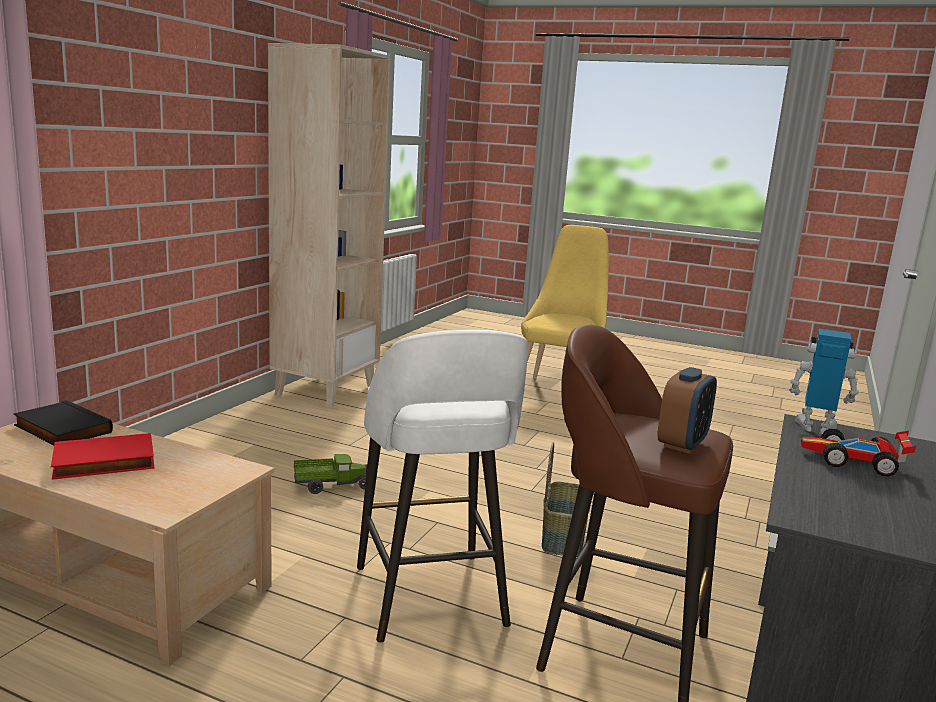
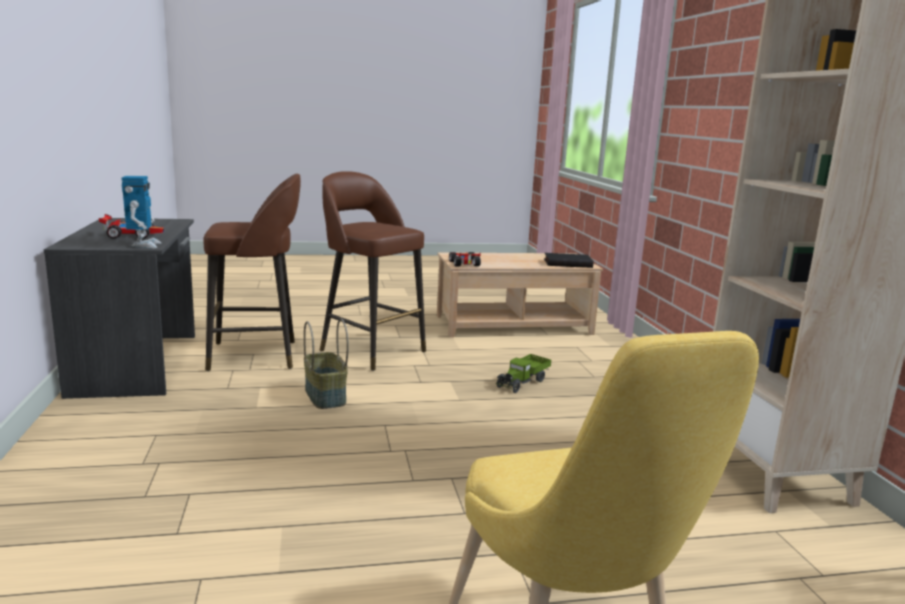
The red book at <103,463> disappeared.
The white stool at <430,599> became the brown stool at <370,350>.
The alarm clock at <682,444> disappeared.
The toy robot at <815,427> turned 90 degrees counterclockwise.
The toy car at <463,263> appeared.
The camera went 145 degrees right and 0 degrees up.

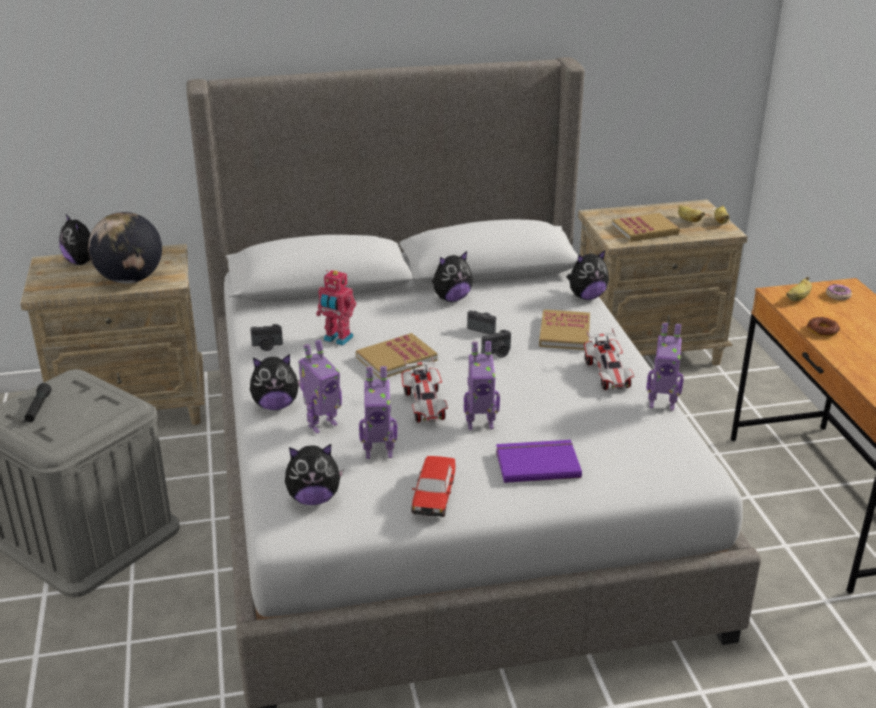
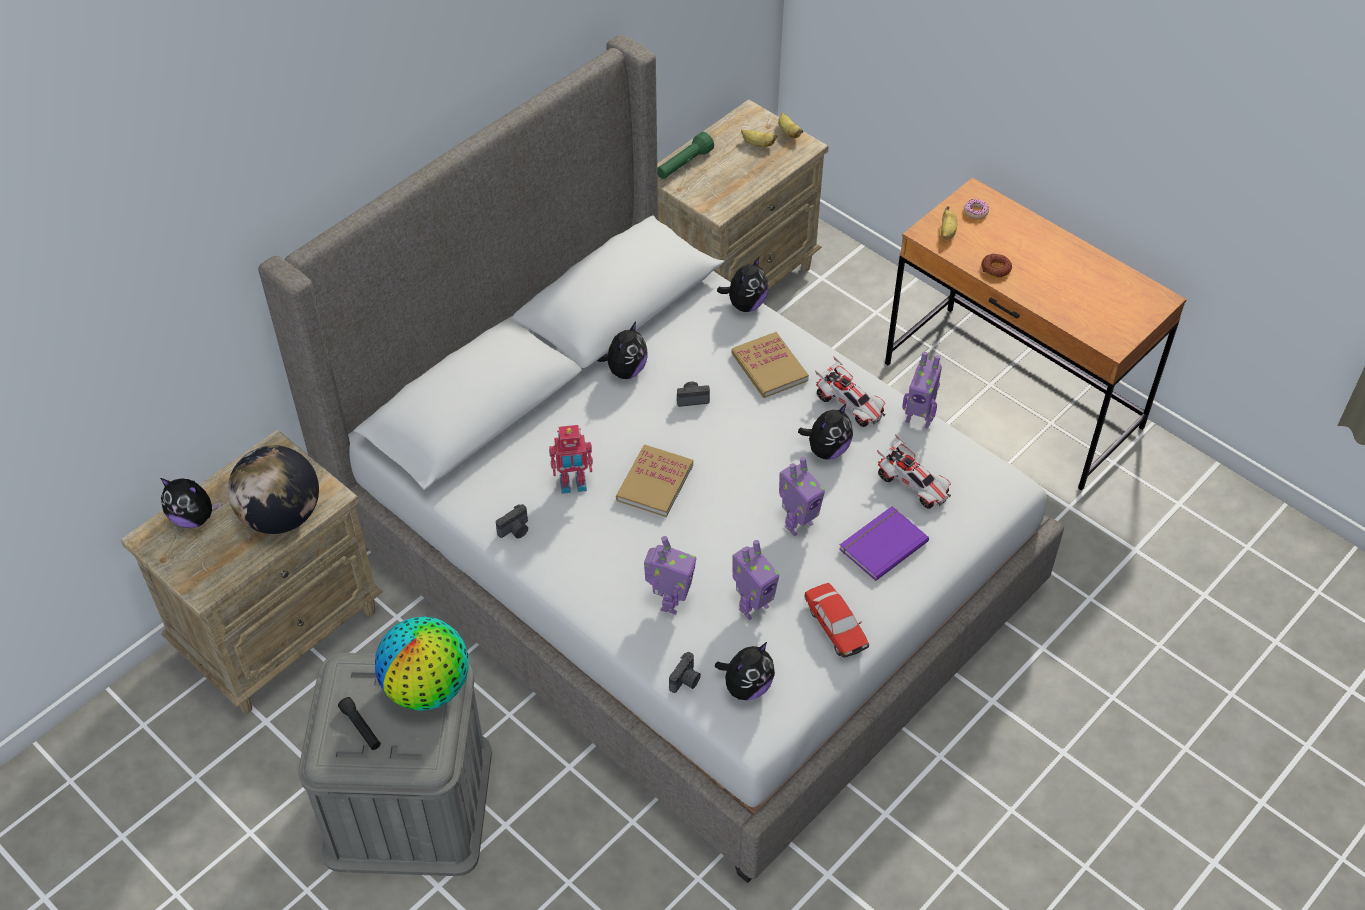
The plush toy moved from <276,405> to <826,450>.
The toy car moved from <425,405> to <913,484>.
The photo camera moved from <498,353> to <686,680>.
The book at <645,230> disappeared.
The toy robot at <661,404> turned 45 degrees clockwise.
The globe at <428,688> appeared.
The green flashlight at <684,164> appeared.
The camera went 35 degrees left and 20 degrees up.

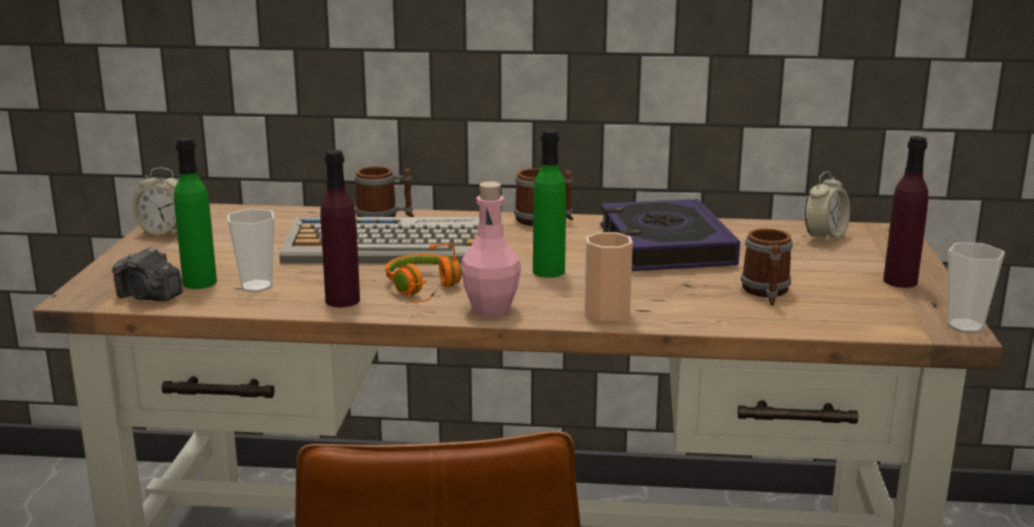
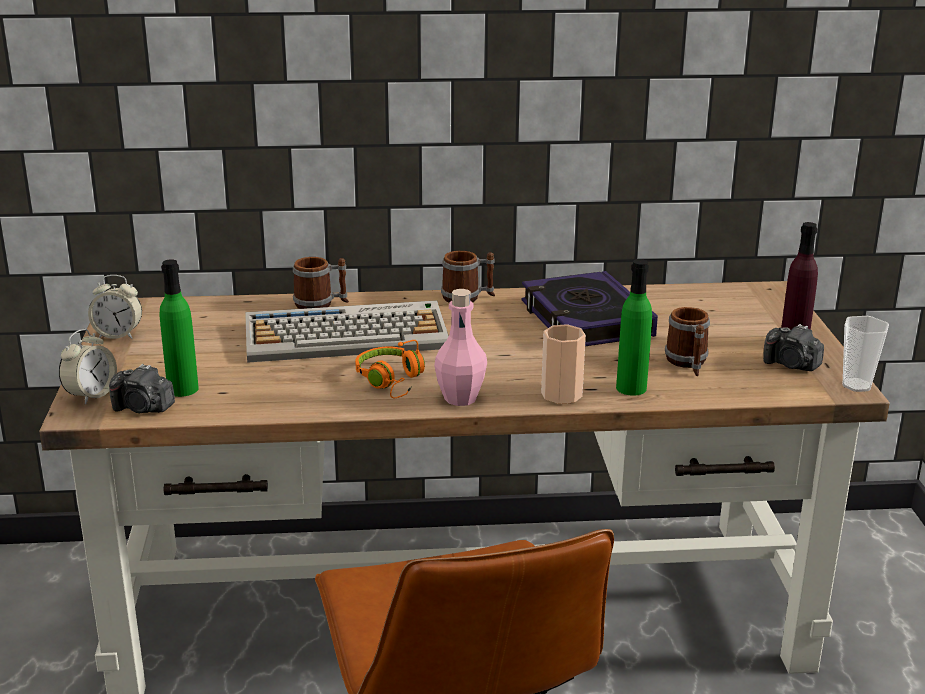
The cup at <256,286> disappeared.
The purple bottle at <342,300> disappeared.
The green bottle moved from <548,271> to <631,388>.
The alarm clock moved from <825,237> to <91,395>.
The photo camera at <791,365> appeared.
The camera went 10 degrees left and 5 degrees up.

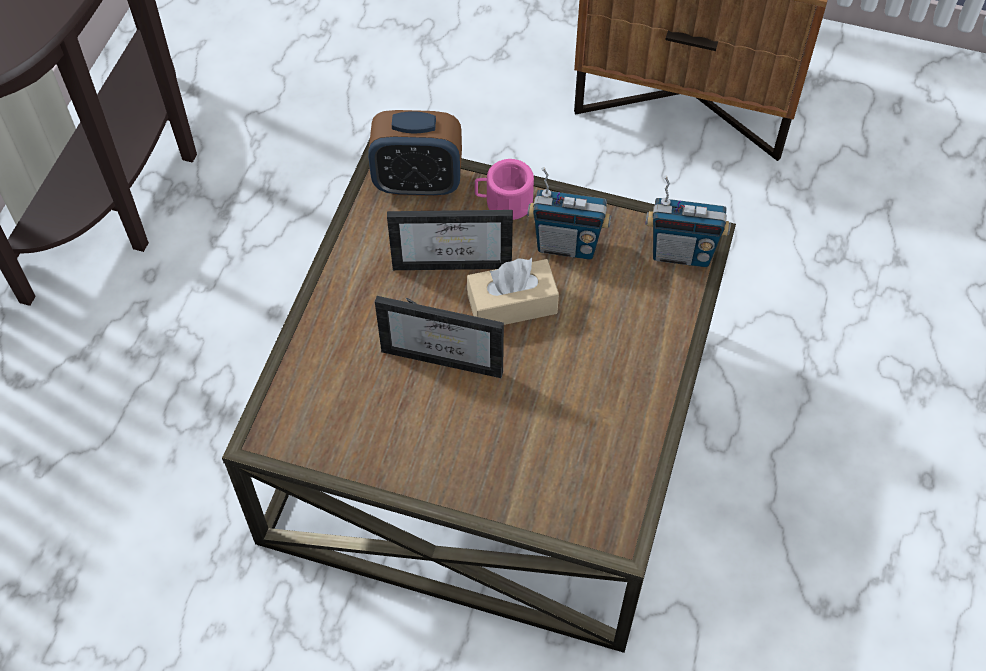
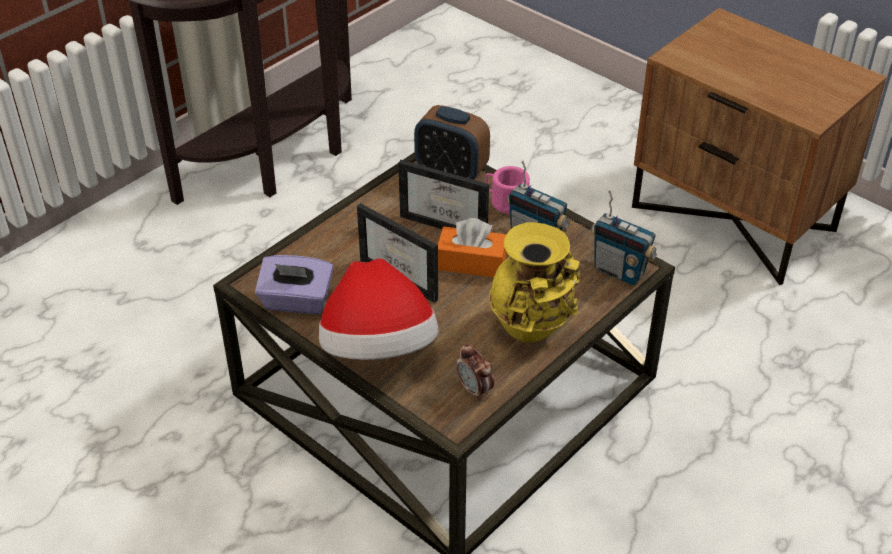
The beige tissue box at <512,304> became the orange tissue box at <471,263>.
The purple tissue box at <296,301> appeared.
The hat at <379,349> appeared.
The alarm clock at <474,390> appeared.
The yellow vase at <533,329> appeared.
The camera went 25 degrees right and 15 degrees down.

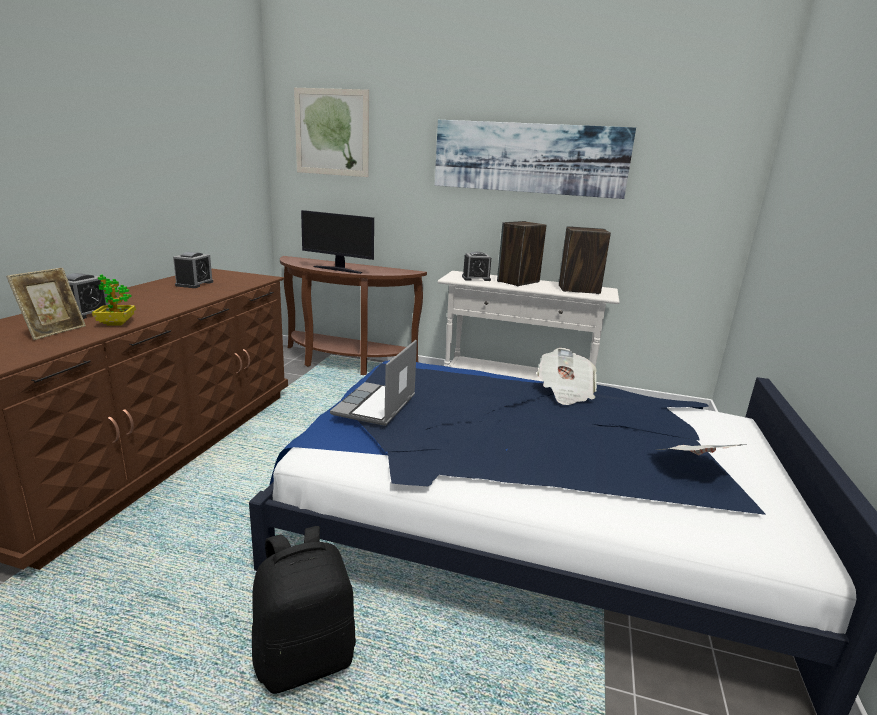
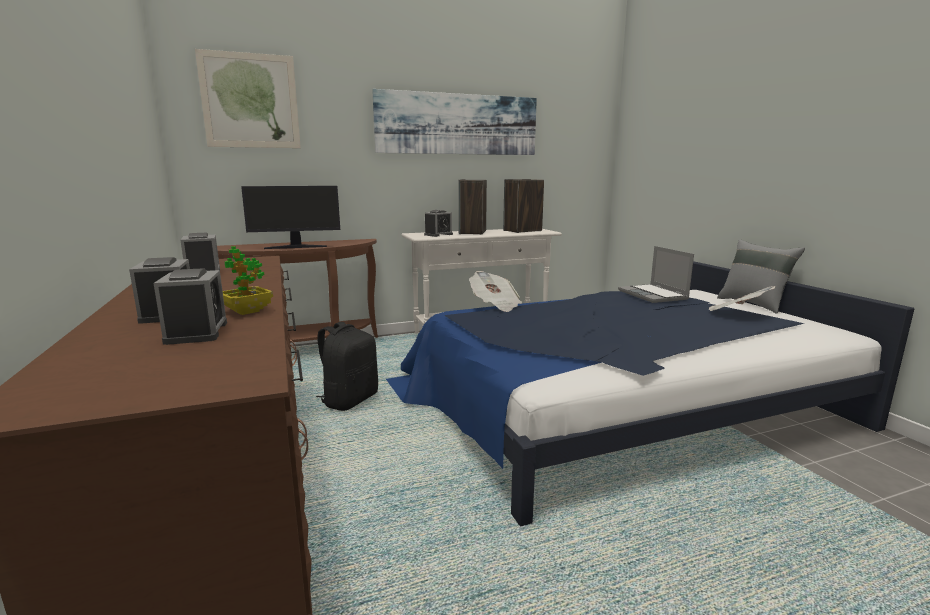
The picture frame at <54,331> was replaced by the alarm clock at <197,332>.
The black backpack moved from <305,658> to <349,400>.
The laptop moved from <375,406> to <653,295>.
The newspaper moved from <565,392> to <495,305>.
The grey pillow at <753,304> appeared.
The camera went 35 degrees left and 5 degrees down.

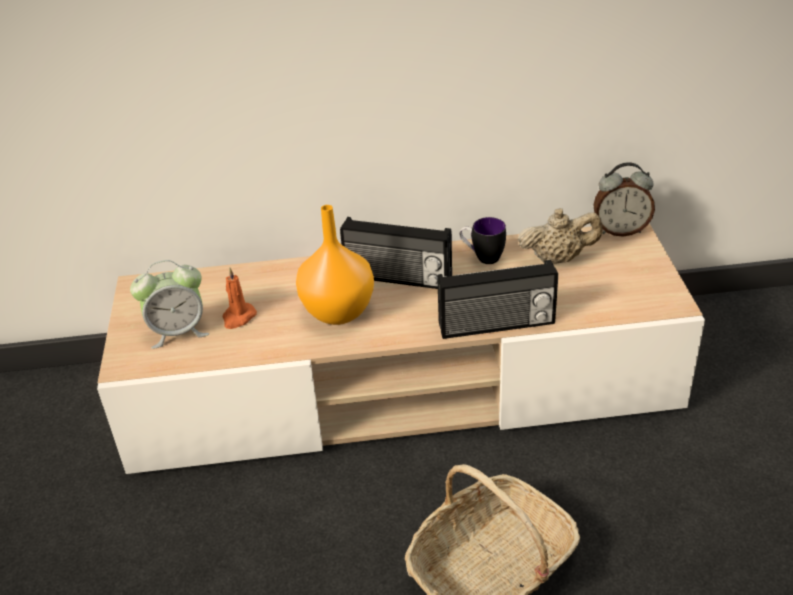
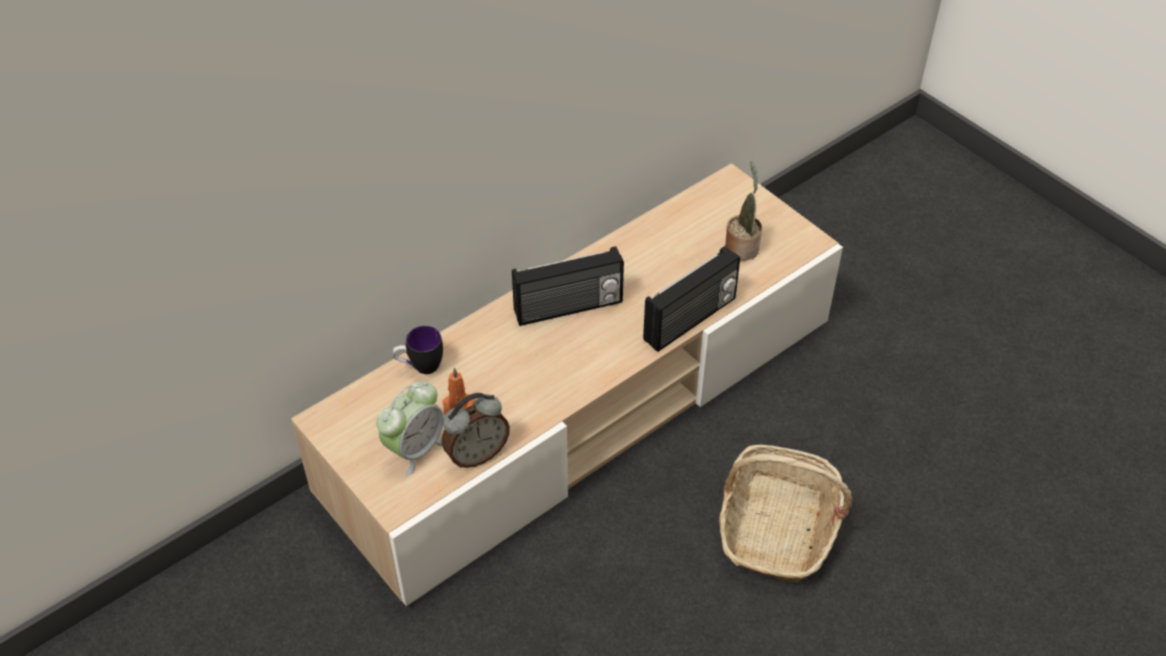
The orange vase at <339,311> disappeared.
The mug moved from <482,257> to <420,367>.
The beige teapot at <558,259> disappeared.
The alarm clock moved from <620,230> to <476,454>.
The potted plant at <742,246> appeared.
The camera went 35 degrees left and 10 degrees up.

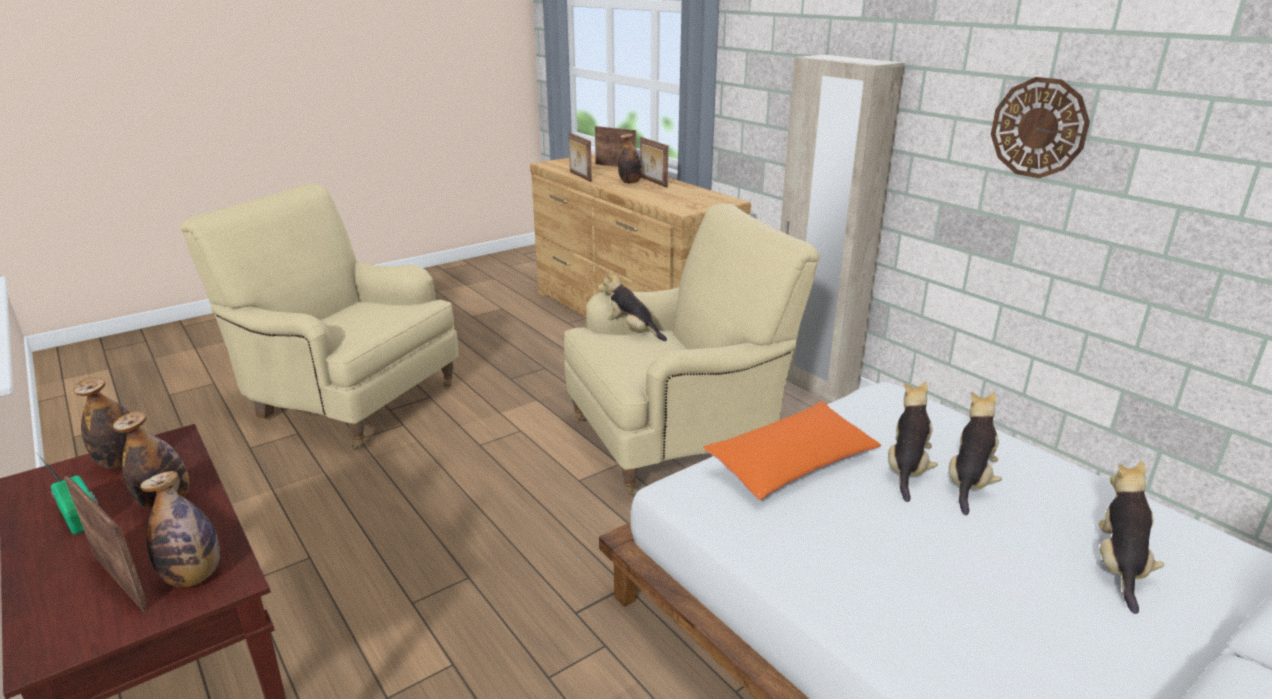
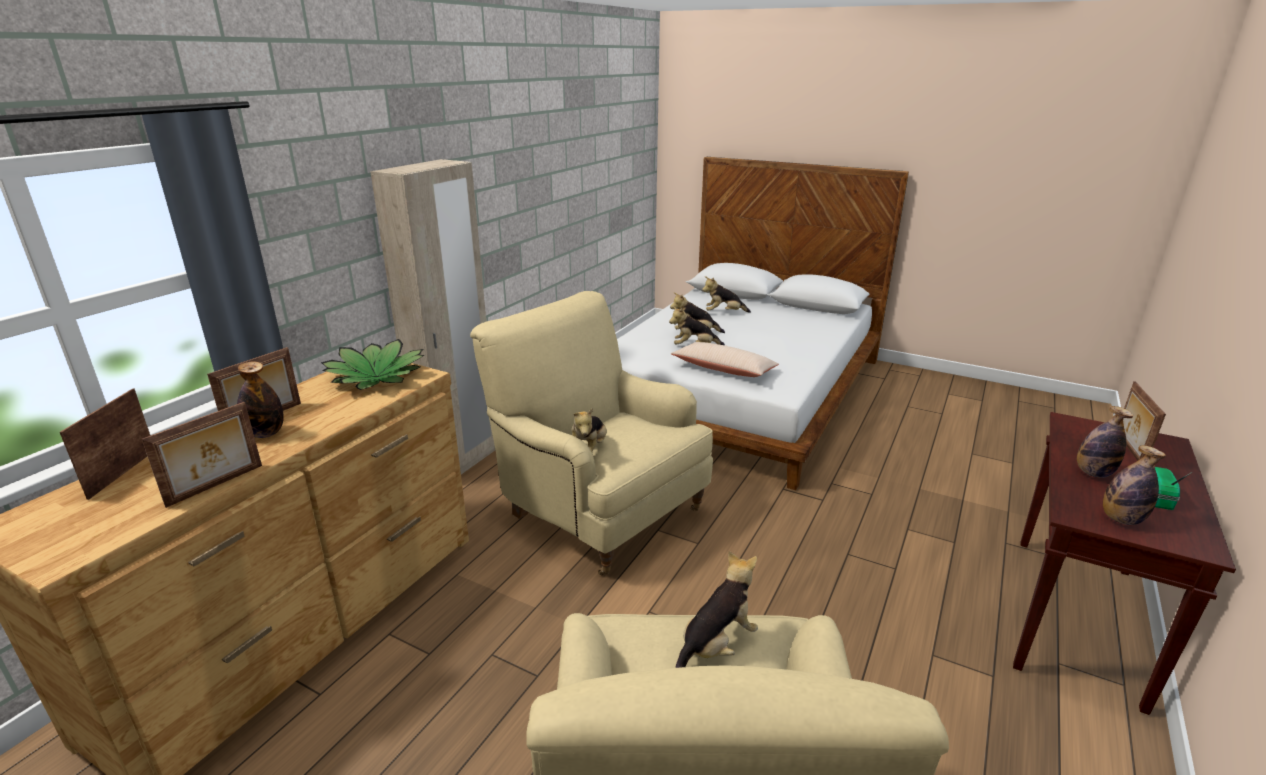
The bottle at <194,577> disappeared.
The orange pillow at <791,463> became the beige pillow at <724,369>.
The wall clock at <1038,128> disappeared.
The potted plant at <376,376> appeared.
The plush toy at <716,646> appeared.
The camera went 115 degrees left and 0 degrees up.

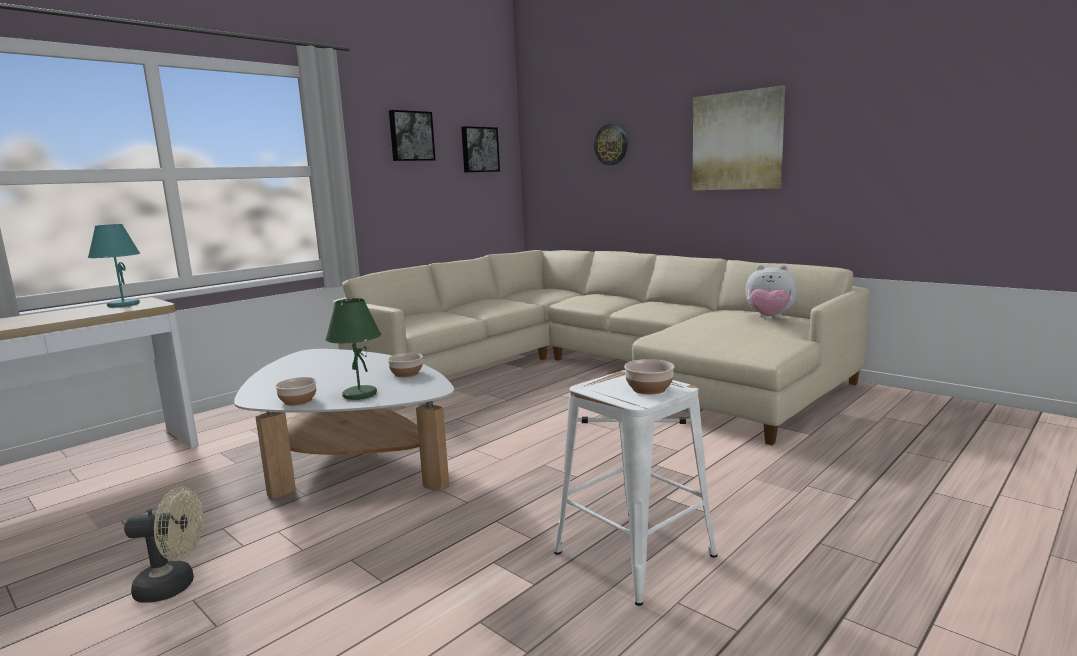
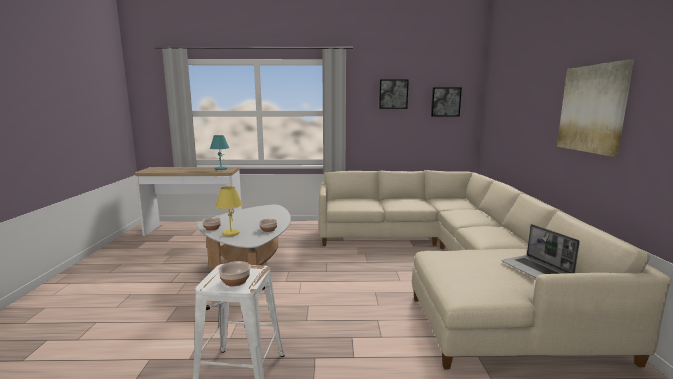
The beige fan at <174,586> disappeared.
The green table lamp at <359,395> became the yellow table lamp at <230,233>.
The wall clock at <611,144> disappeared.
The plush toy at <769,318> was replaced by the laptop at <537,270>.
The camera went 45 degrees right and 0 degrees up.

